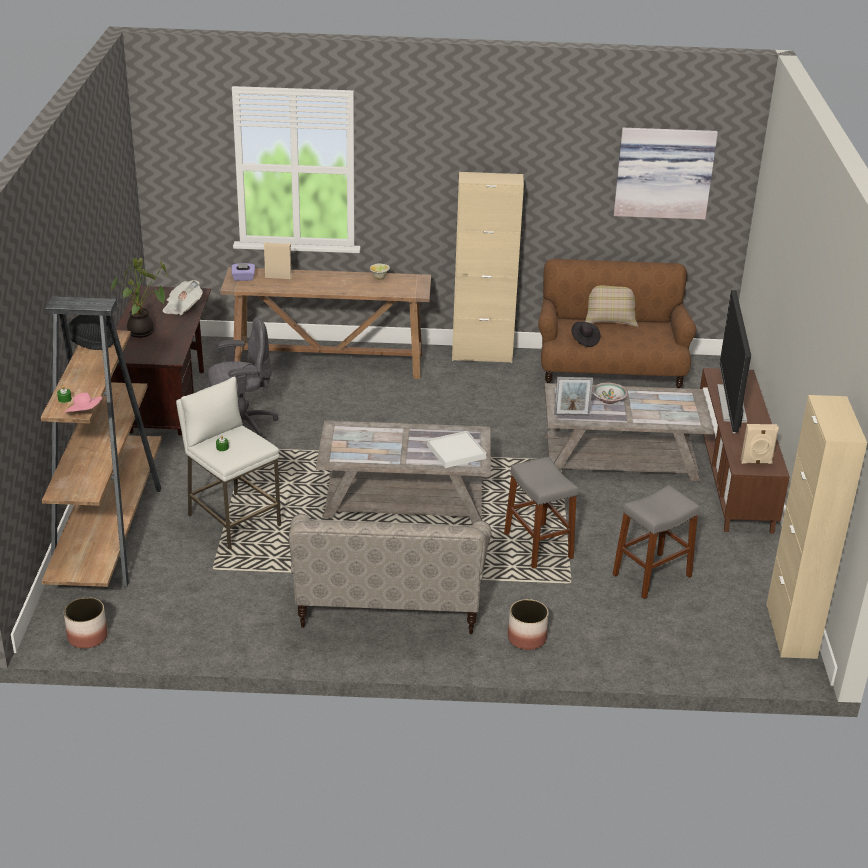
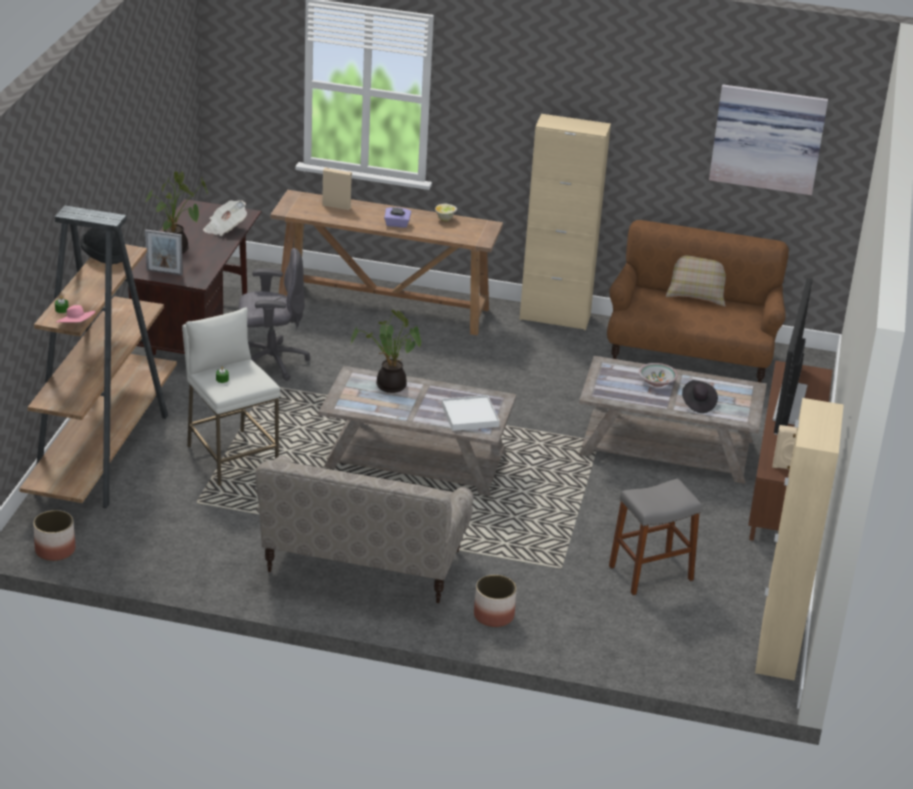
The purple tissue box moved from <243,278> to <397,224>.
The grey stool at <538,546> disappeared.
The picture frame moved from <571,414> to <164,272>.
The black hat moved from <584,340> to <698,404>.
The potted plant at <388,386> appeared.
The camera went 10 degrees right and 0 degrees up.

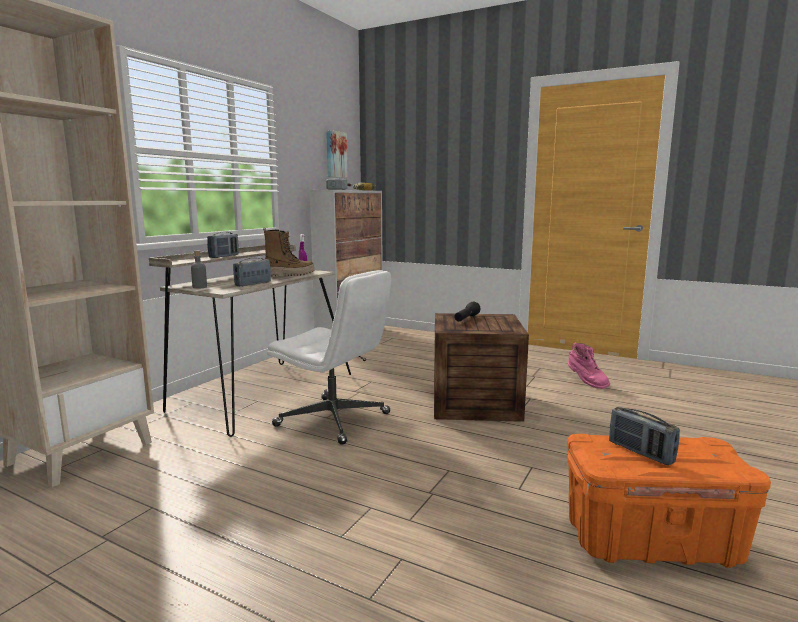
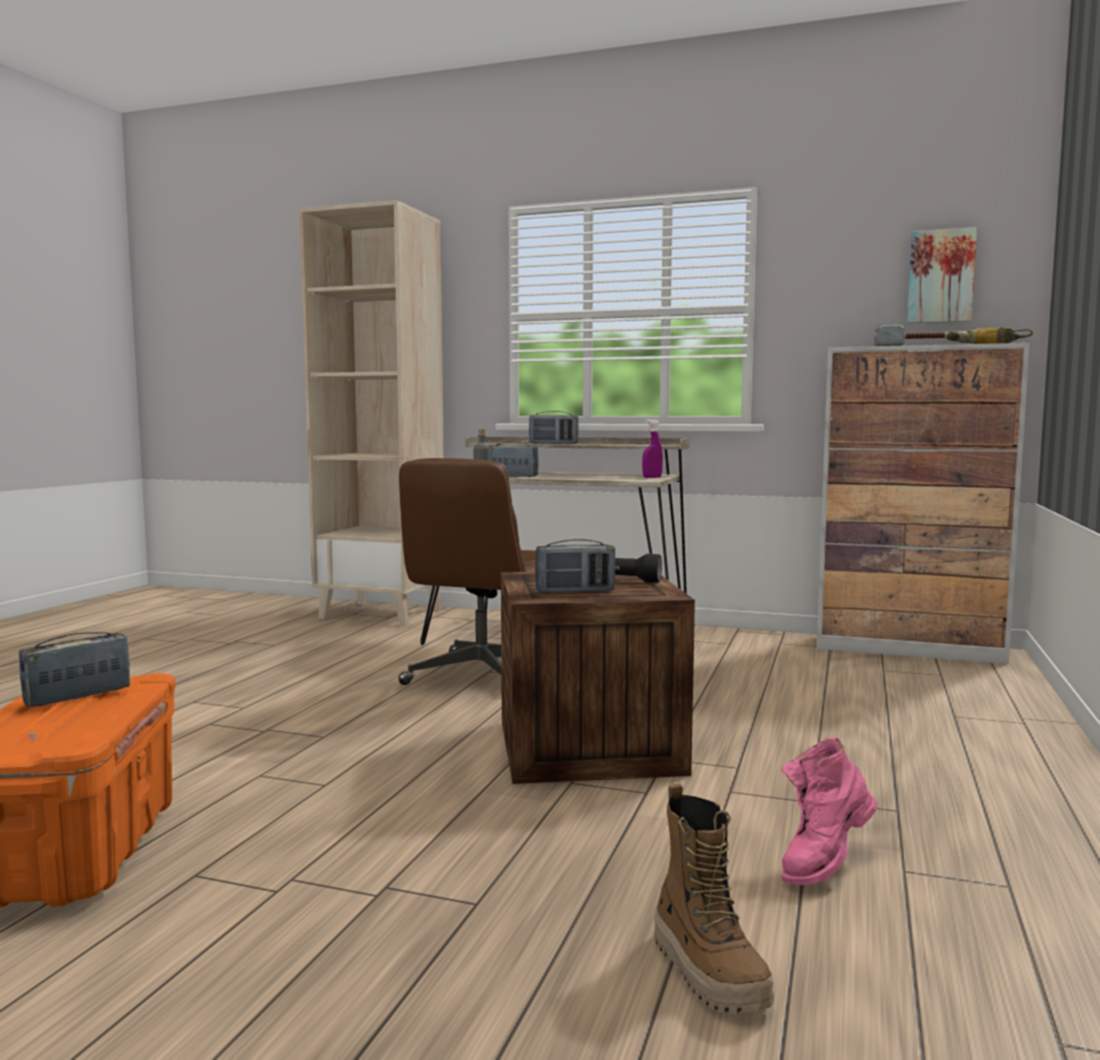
The boot moved from <289,275> to <709,973>.
The white office chair at <334,420> became the brown office chair at <481,675>.
The radio at <575,591> appeared.
The camera went 80 degrees right and 5 degrees down.

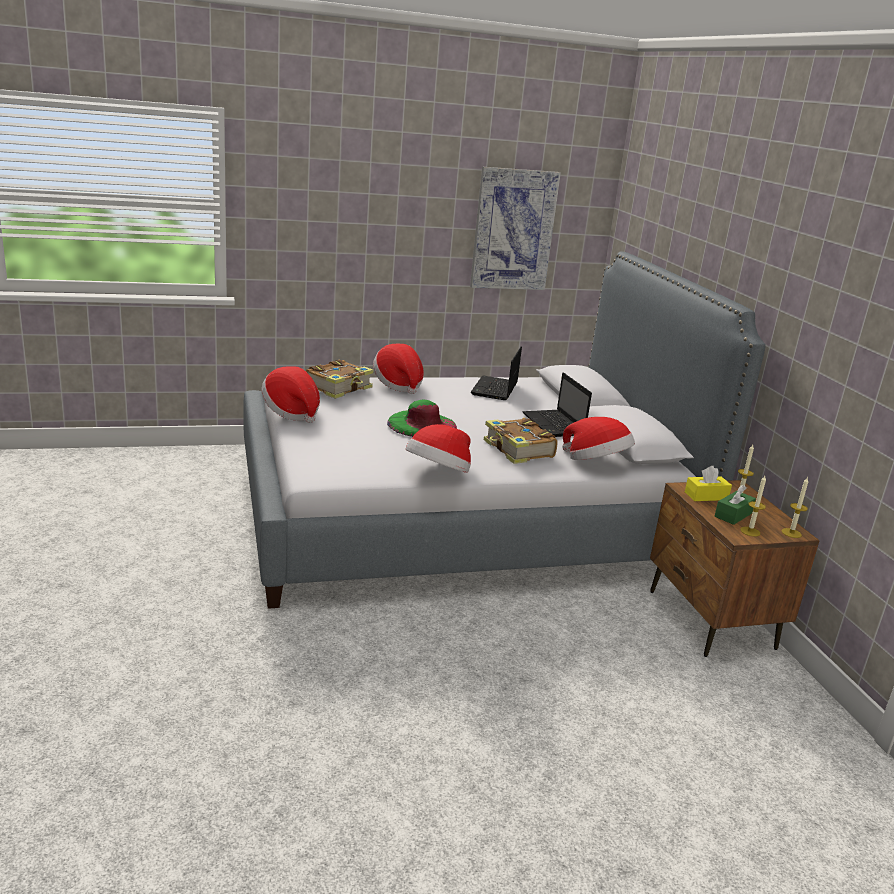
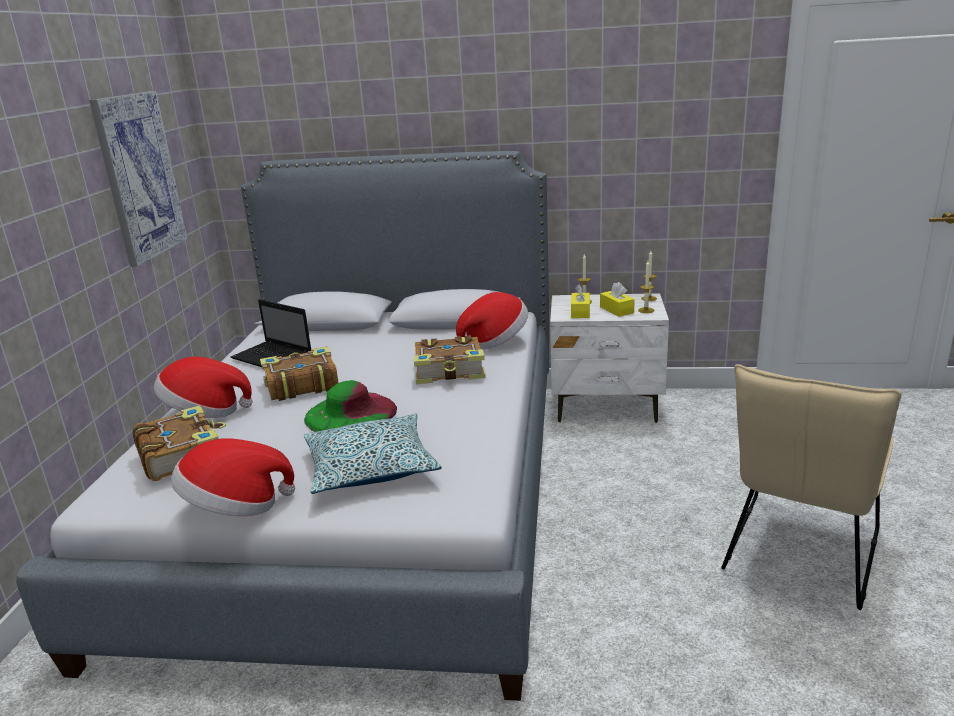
The hat at <438,474> disappeared.
The laptop at <554,425> disappeared.
The brown nightstand at <710,620> became the white nightstand at <606,406>.
The green tissue box at <733,515> became the yellow tissue box at <616,310>.
The book at <300,385> appeared.
The pillow at <371,467> appeared.
The beige chair at <798,557> appeared.
The camera went 65 degrees left and 0 degrees up.

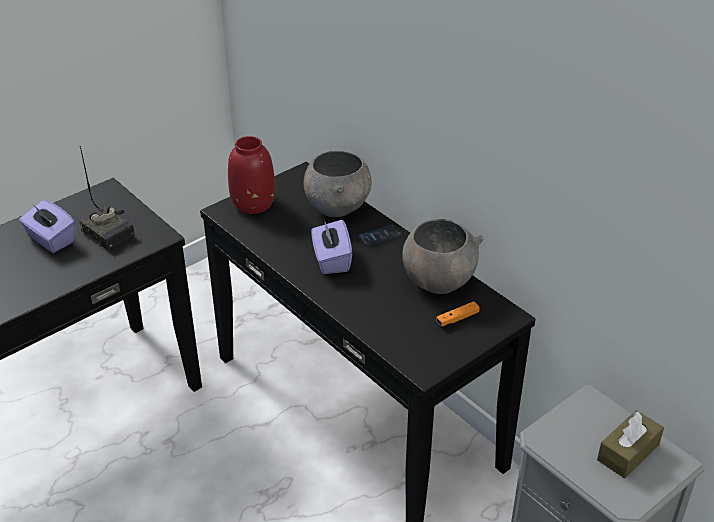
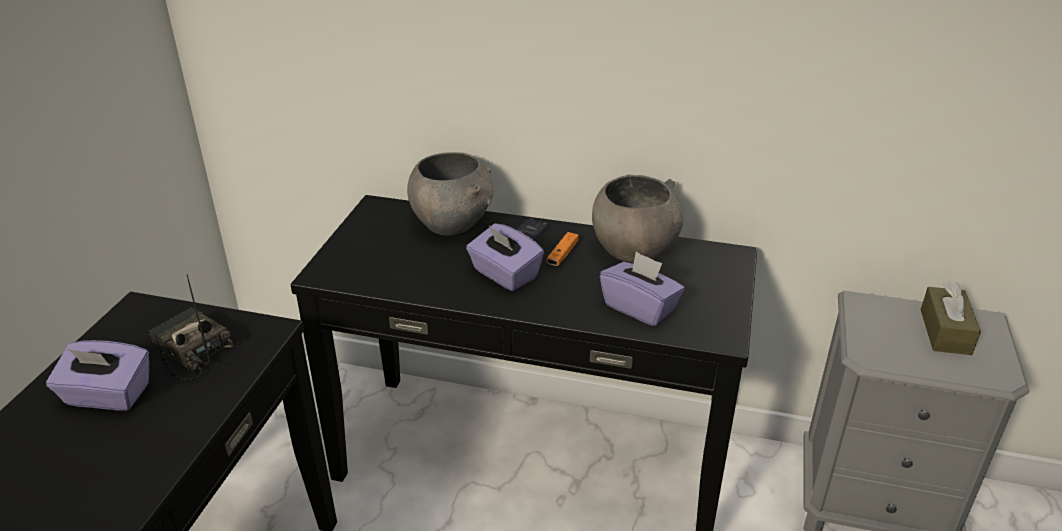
The radio at <110,231> turned 150 degrees counterclockwise.
The red vase at <253,203> disappeared.
The orange game controller moved from <457,318> to <562,255>.
The purple tissue box at <640,307> appeared.
The camera went 35 degrees left and 5 degrees down.

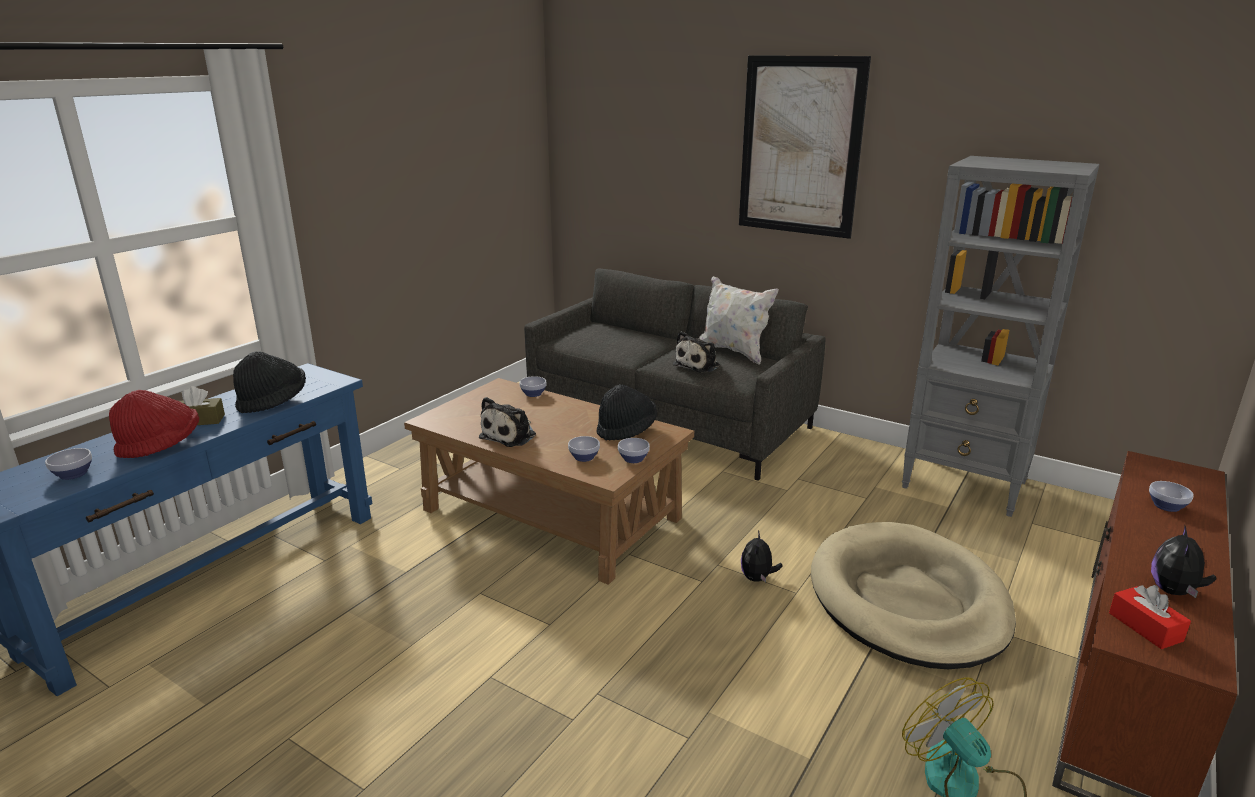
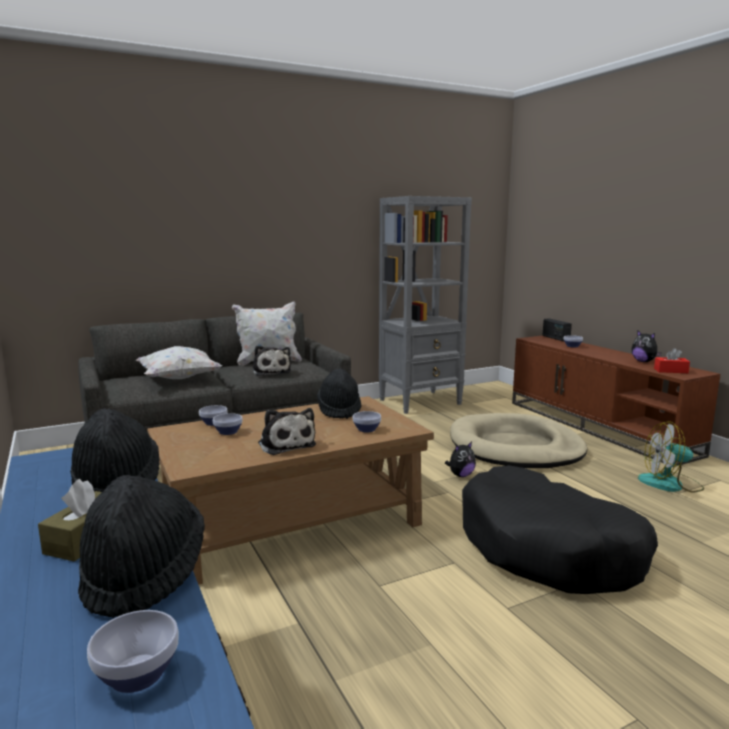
The red hat at <161,446> became the black hat at <145,574>.
The bowl moved from <634,459> to <229,432>.
The picture at <800,147> disappeared.
The plush toy at <757,578> turned 75 degrees counterclockwise.
The white pillow at <179,379> appeared.
The black dog bed at <549,549> appeared.
The radio at <555,338> appeared.
The camera went 60 degrees left and 10 degrees down.

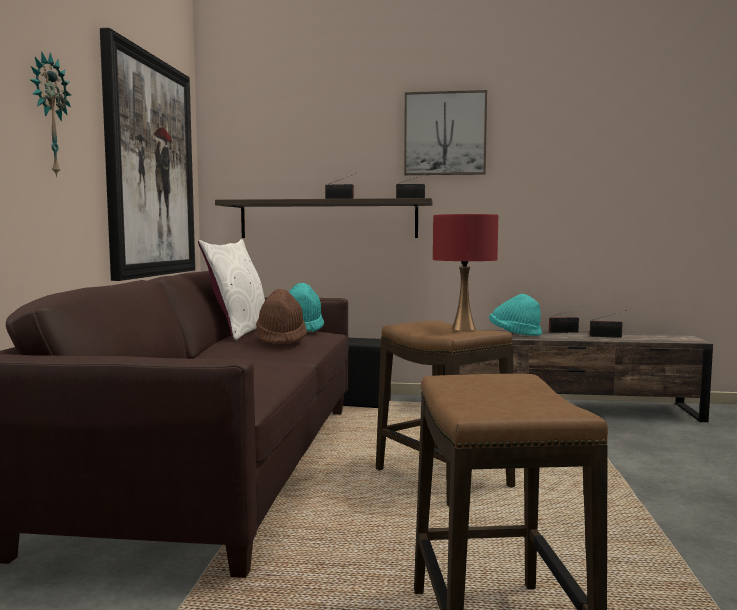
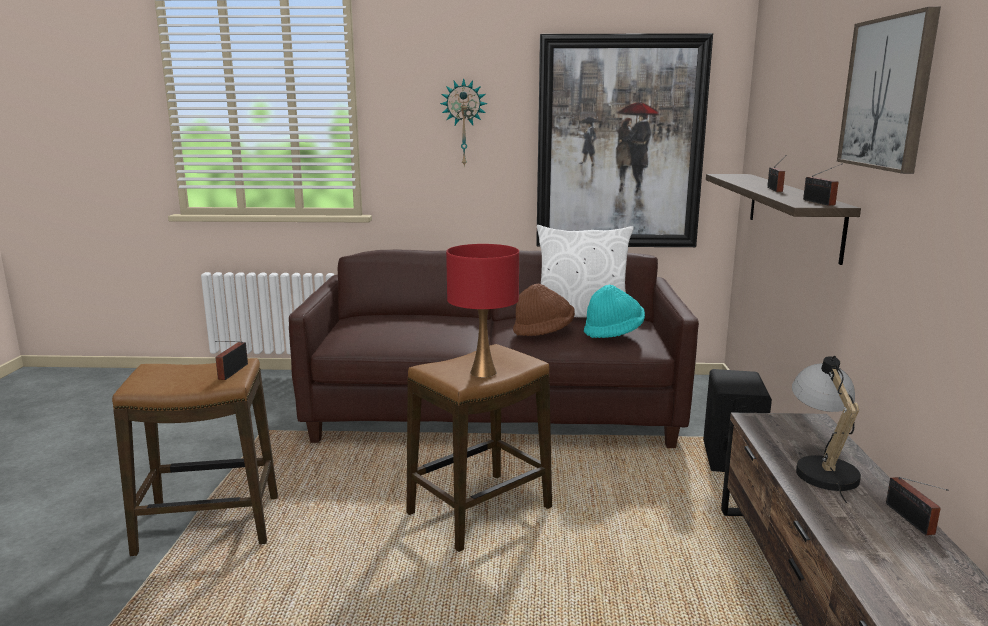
The turquoise hat at <514,334> was replaced by the table lamp at <821,467>.
The radio moved from <607,336> to <231,372>.
The camera went 85 degrees right and 10 degrees up.

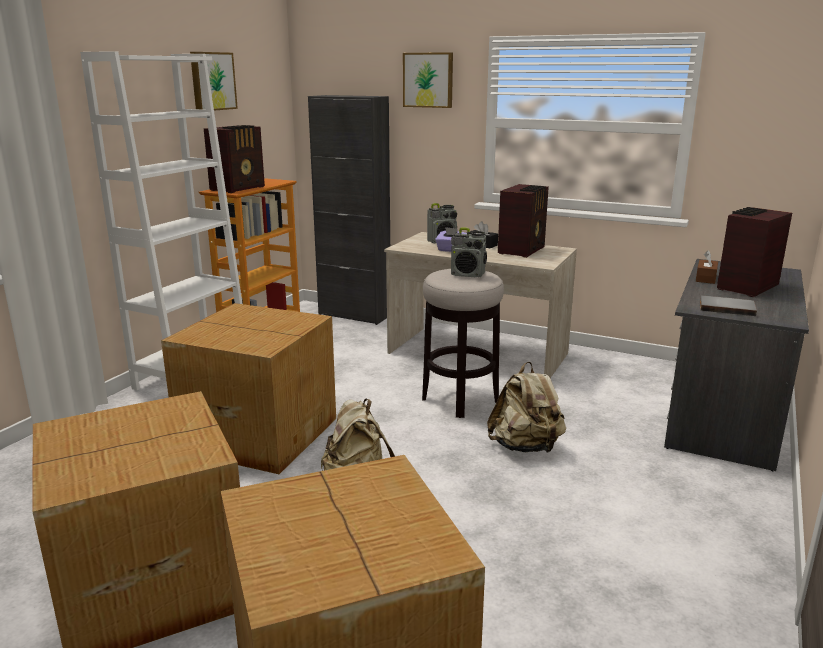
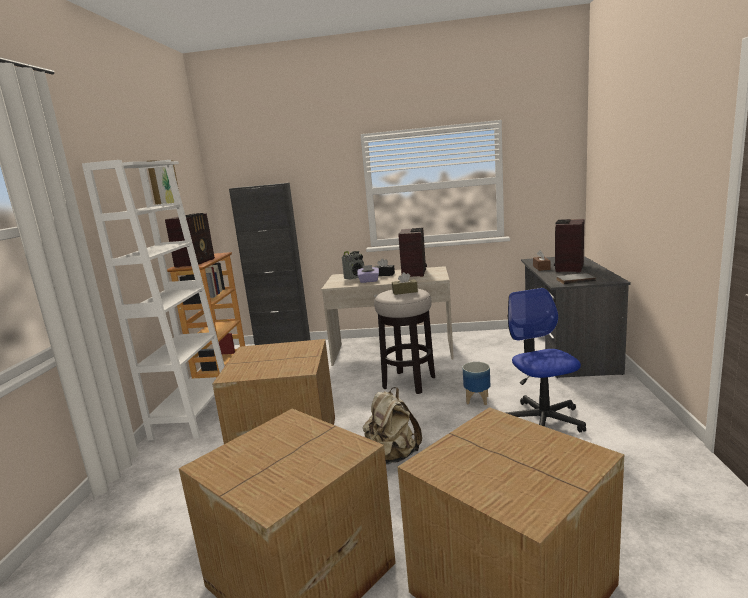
The picture at <428,80> disappeared.
The radio at <468,275> was replaced by the brown tissue box at <405,292>.
The beige backpack at <525,447> was replaced by the planter at <477,400>.
The office chair at <543,420> appeared.
The camera went 20 degrees left and 5 degrees down.

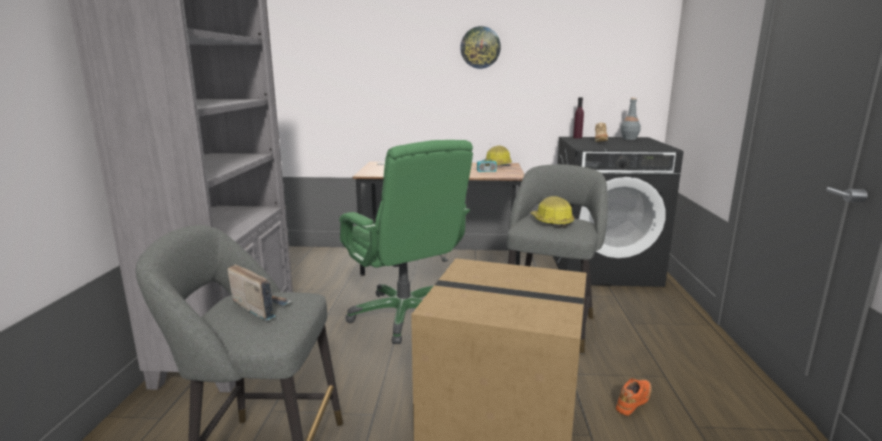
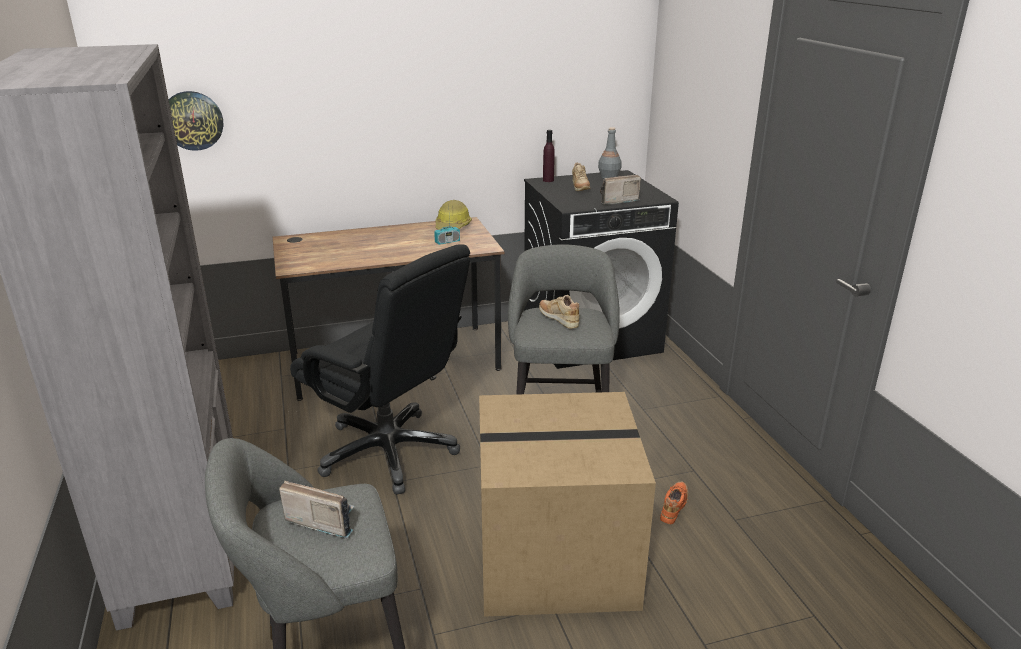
The green office chair at <405,316> became the black office chair at <389,452>.
The wall clock moved from <480,47> to <192,120>.
The hard hat at <551,222> was replaced by the beige shoe at <559,319>.
The radio at <616,201> appeared.
The camera went 20 degrees left and 10 degrees up.

